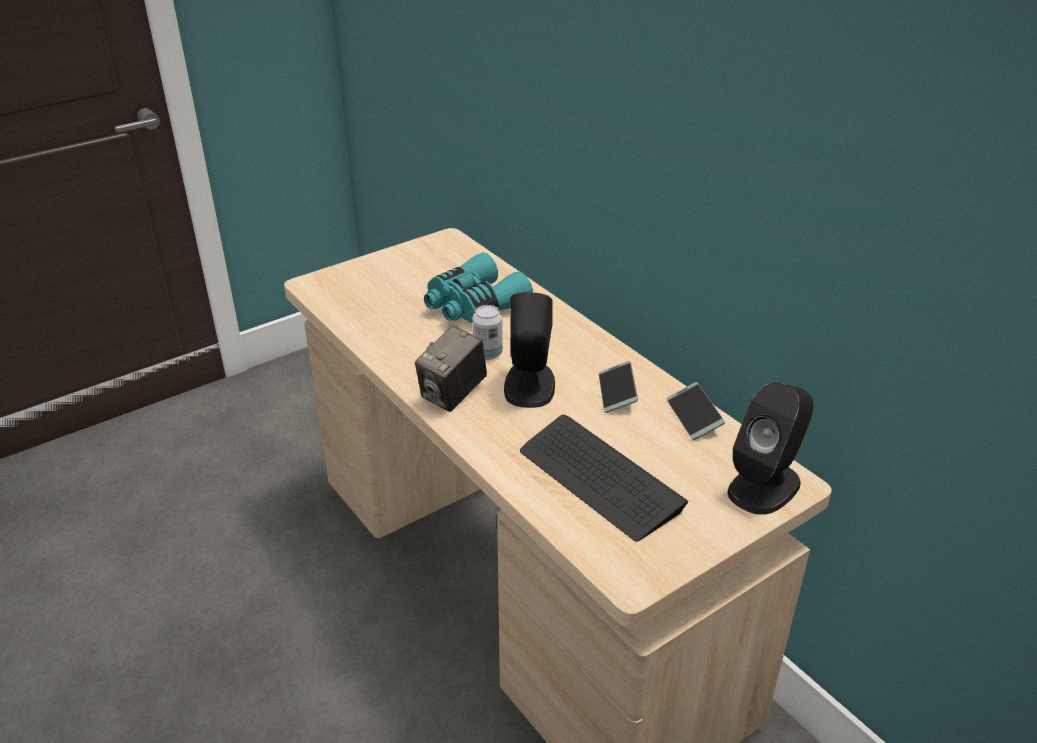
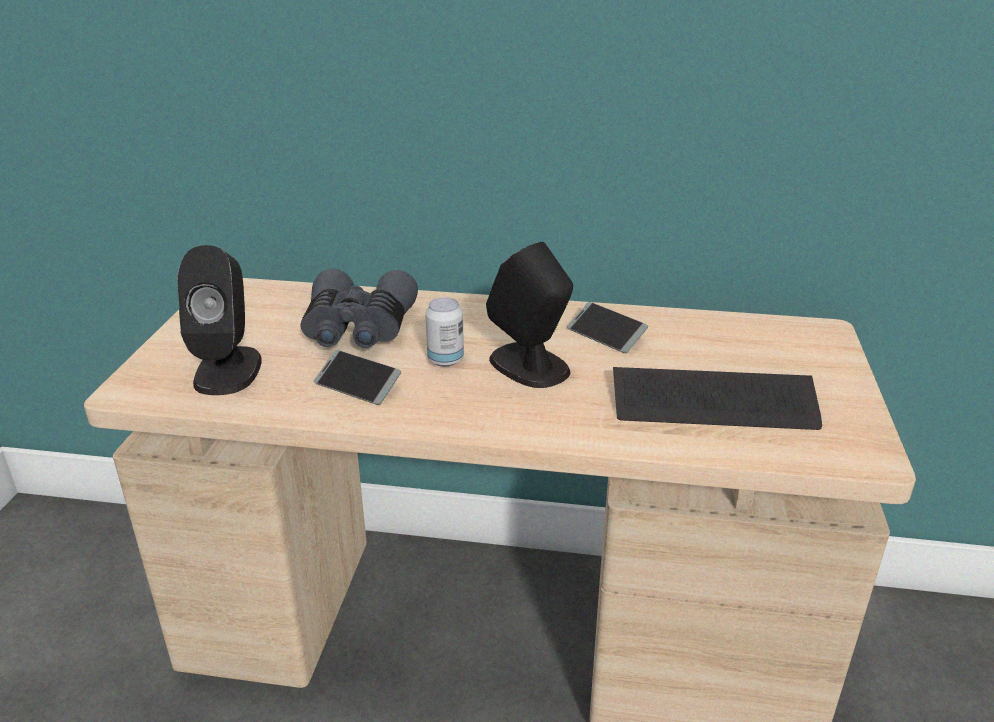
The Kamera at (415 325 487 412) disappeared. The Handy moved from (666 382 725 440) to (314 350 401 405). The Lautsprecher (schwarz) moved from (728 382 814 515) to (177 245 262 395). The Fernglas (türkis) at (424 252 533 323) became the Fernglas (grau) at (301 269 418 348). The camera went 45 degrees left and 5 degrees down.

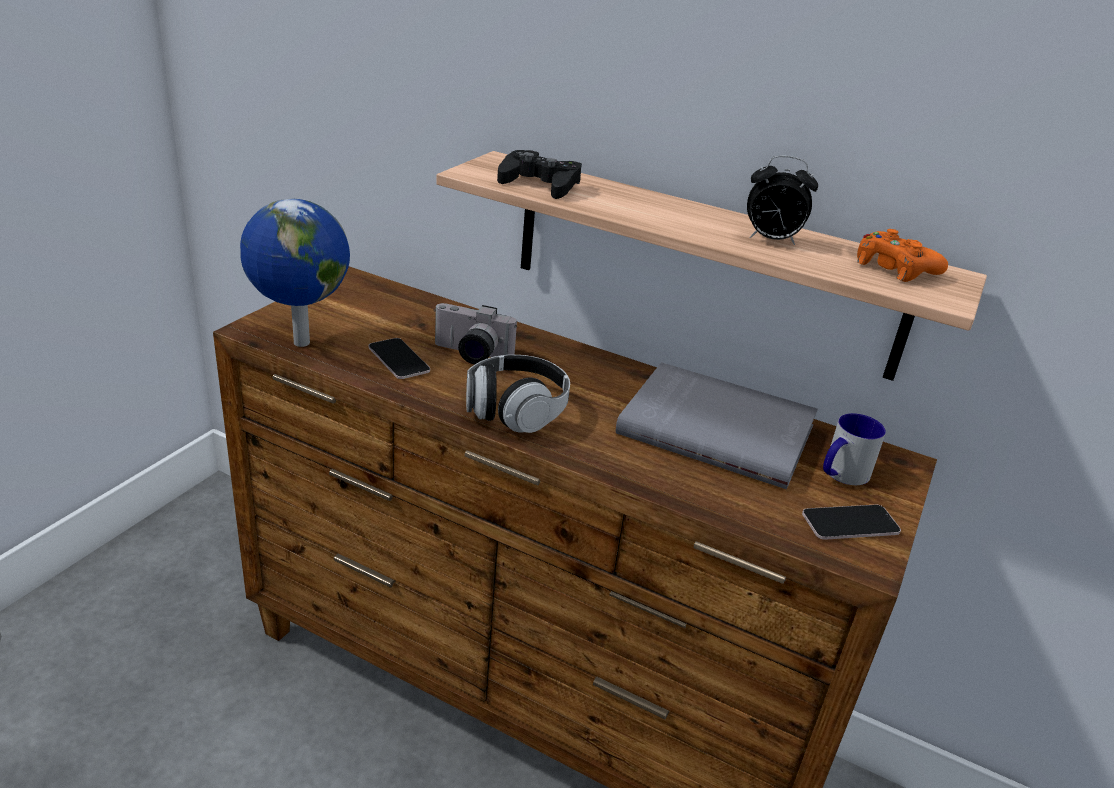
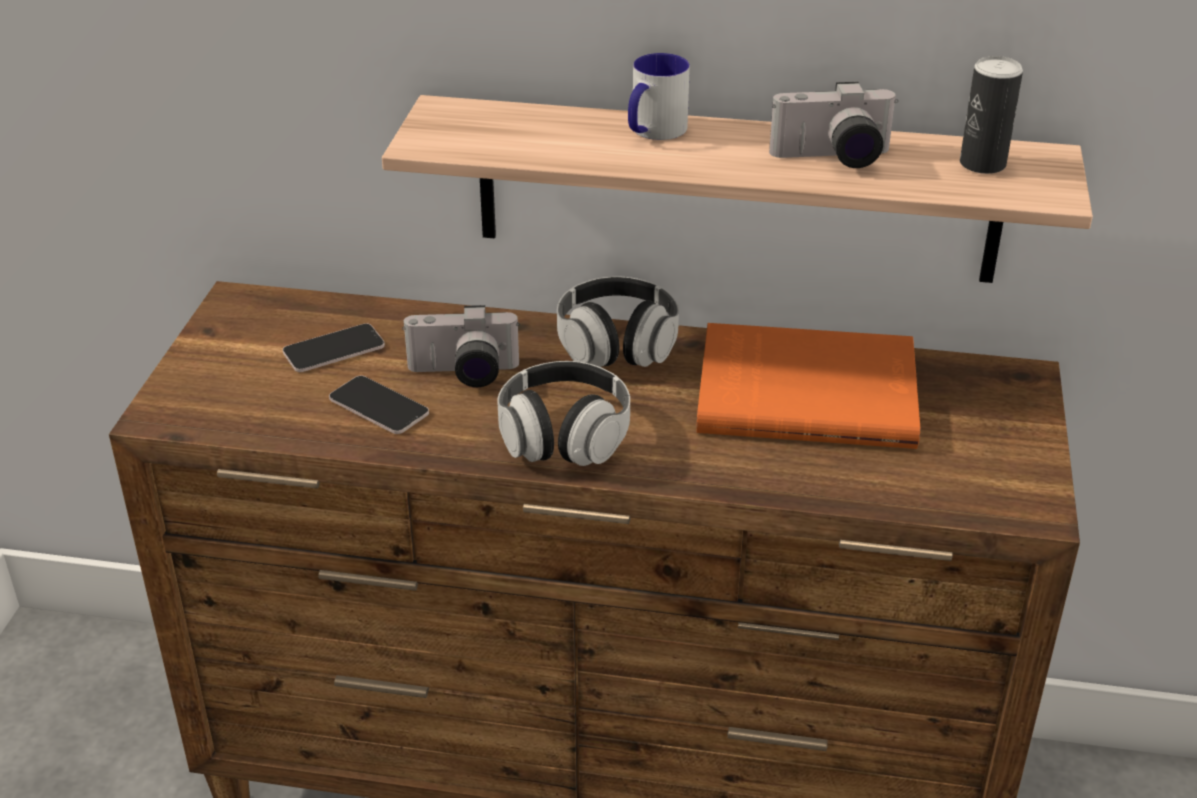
The Globus at (240 199 350 347) disappeared. The Gamepad (schwarz) at (497 150 582 199) disappeared. The Kopfhörer at (557 276 679 367) appeared. The Handy moved from (802 505 901 540) to (283 323 385 372). The Henkelbecher moved from (823 413 886 485) to (628 53 690 140). The Wecker at (747 156 818 245) was replaced by the Kamera at (769 82 898 168). The Gamepad (orange) at (857 229 948 282) was replaced by the Dose at (960 56 1023 174). The Buch (grau) at (616 362 818 489) became the Buch (orange) at (696 323 920 449). The camera went 15 degrees left and 5 degrees up.

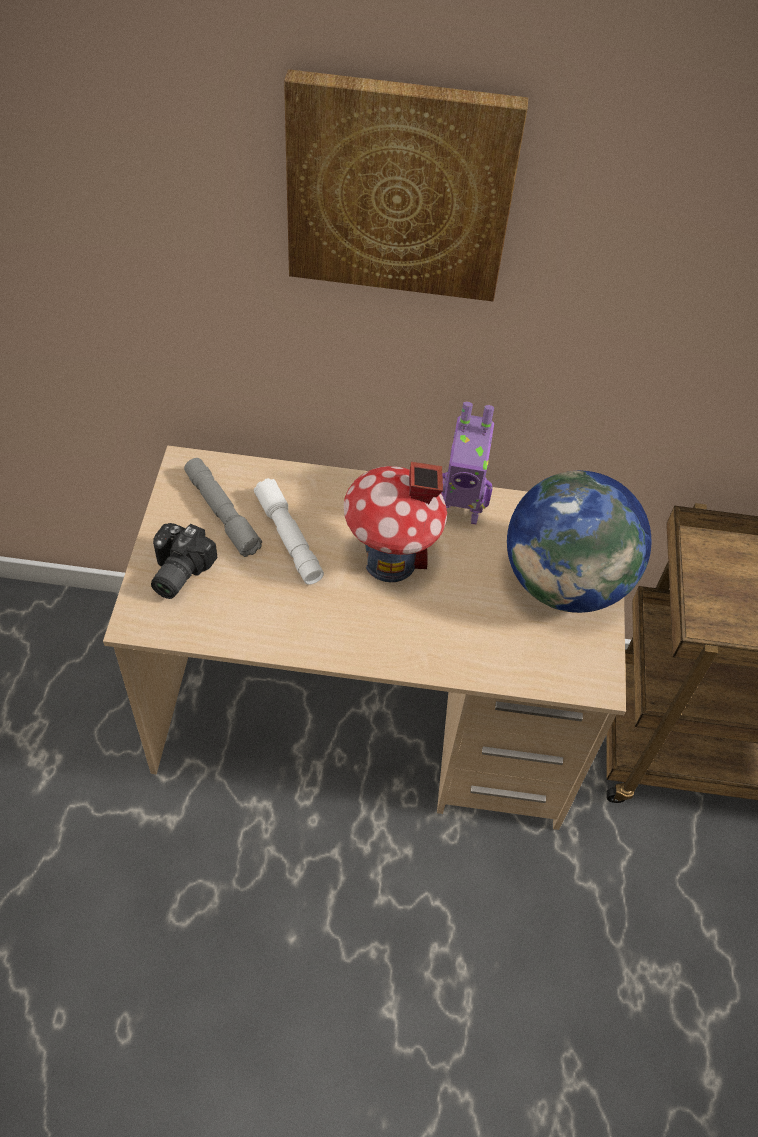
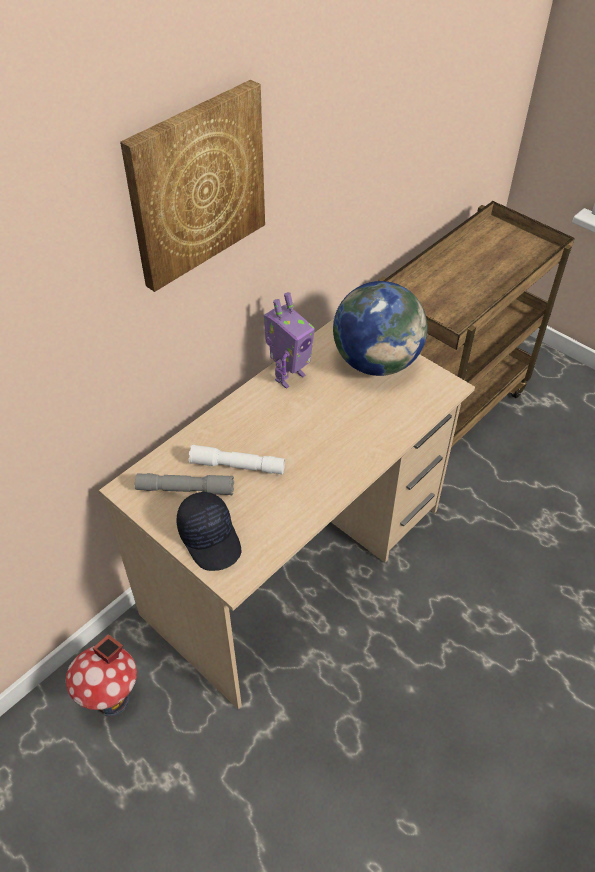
The Spielzeughaus moved from (344 461 447 582) to (66 634 137 717). The Kamera at (151 523 217 599) was replaced by the Kappe (schwarz) at (177 491 242 571). The camera went 50 degrees left and 5 degrees down.

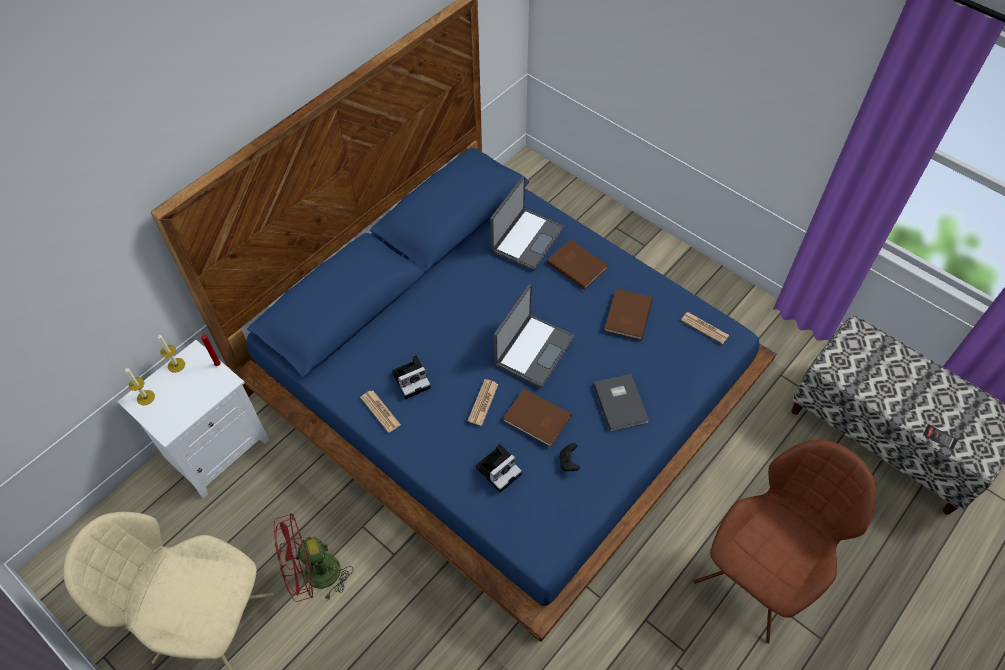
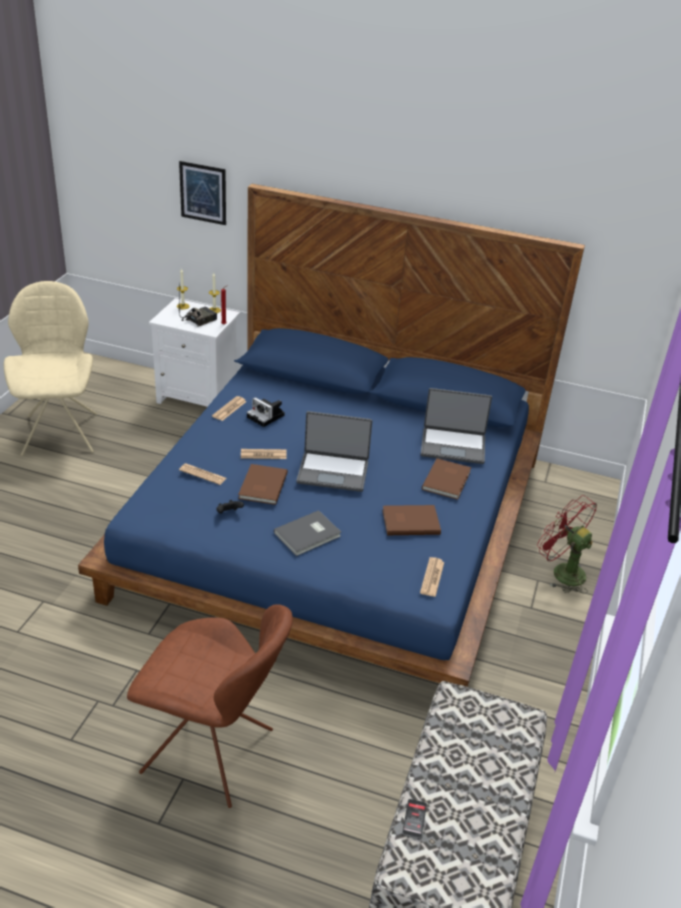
The Bild at (179 161 226 225) appeared. The Radio at (179 292 217 326) appeared. The Ventilator (rot) moved from (274 513 353 602) to (537 495 597 594). The Kamera at (476 444 522 492) was replaced by the Zeitung at (179 463 226 485). The camera went 65 degrees right and 20 degrees down.

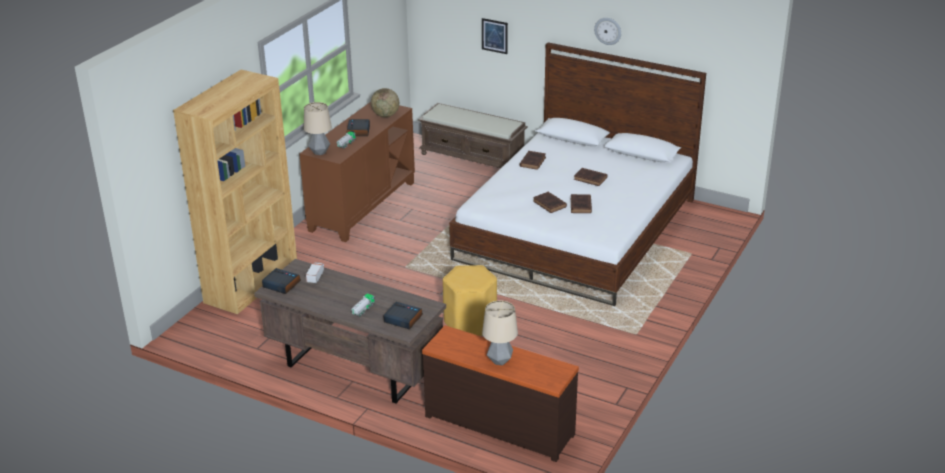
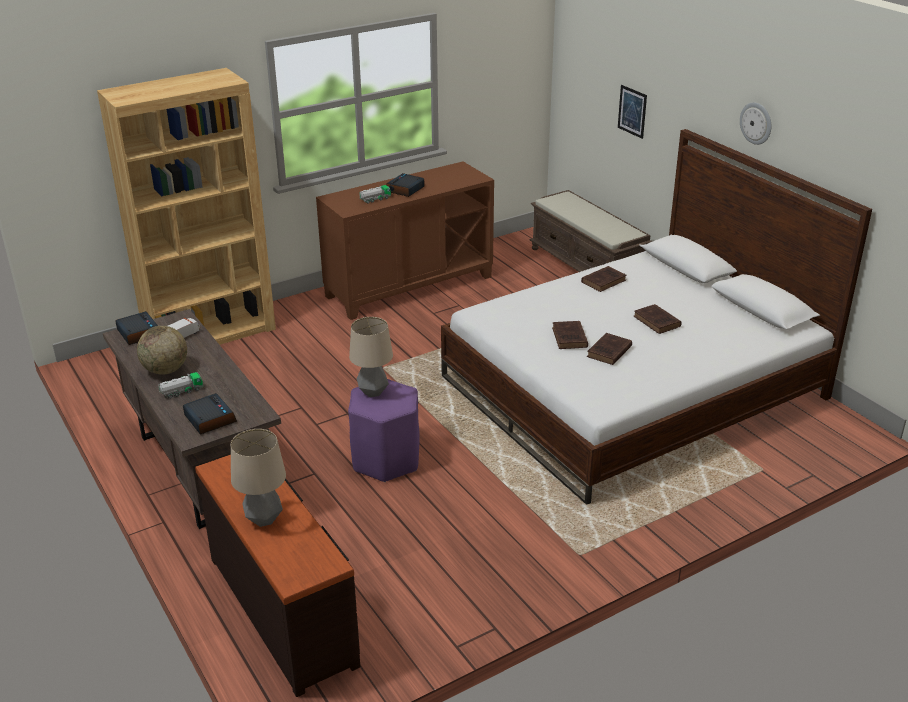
The Tischlampe moved from (304 102 332 155) to (349 317 393 397). The Globus moved from (371 88 399 117) to (137 326 187 375). The Hocker (gelb) at (443 265 497 336) became the Hocker (lila) at (348 379 420 482). The camera went 30 degrees right and 0 degrees up.

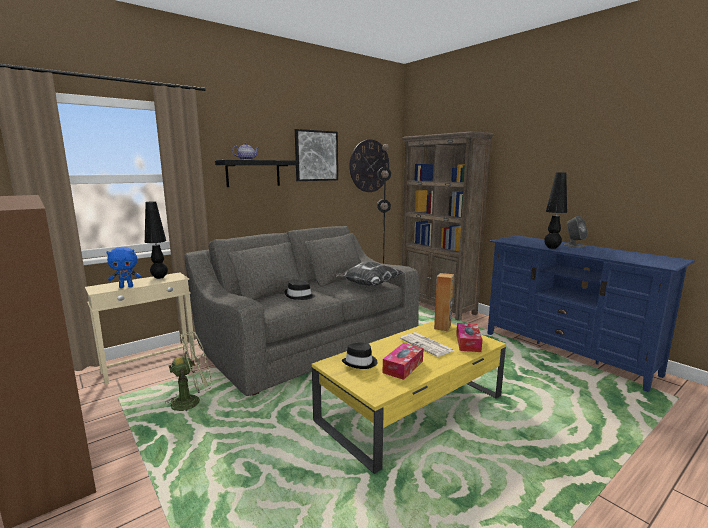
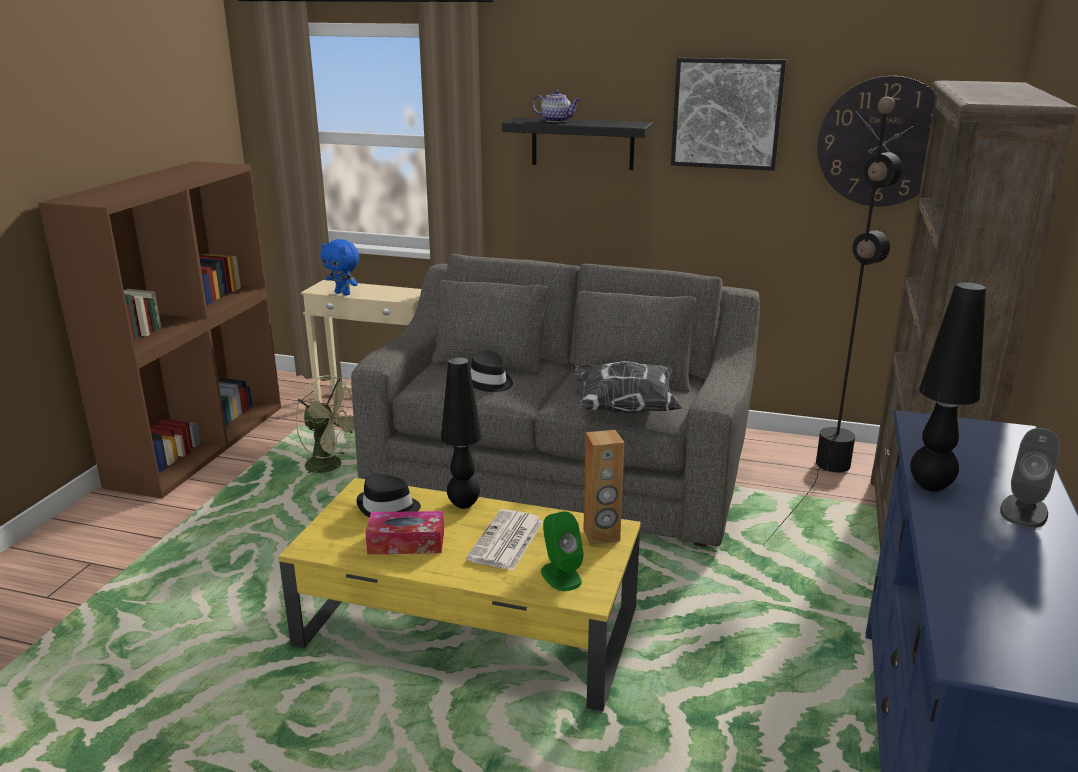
The Tischlampe (schwarz) moved from (145 201 168 279) to (441 357 482 509). The Taschentuchbox at (456 323 482 352) was replaced by the Lautsprecher (grün) at (541 512 584 591). The camera went 55 degrees right and 10 degrees up.

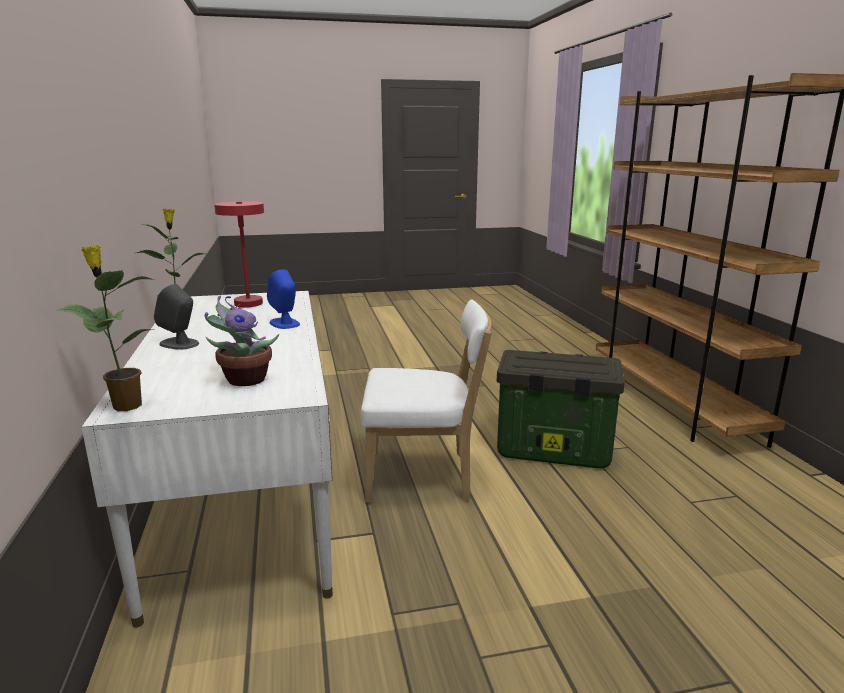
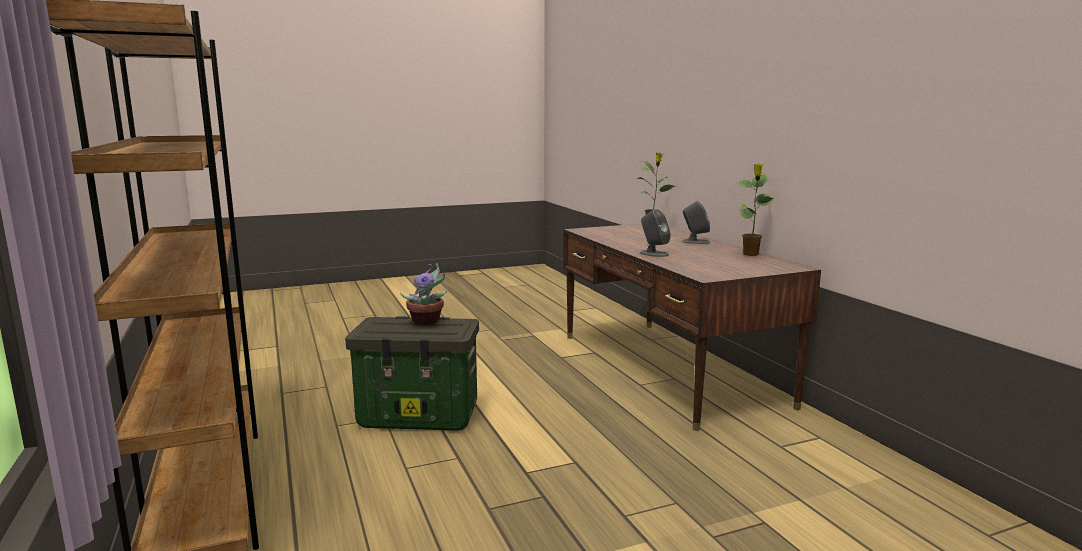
The Tischlampe (rot) at (214 201 264 316) disappeared. The Stuhl (weiß) at (360 299 492 503) disappeared. The Topfpflanze moved from (205 295 279 386) to (400 263 448 325). The Schreibtisch (weiß) at (82 291 333 628) became the Schreibtisch (braun) at (563 224 821 431). The Lautsprecher (blau) at (267 269 300 329) became the Lautsprecher (grau) at (640 209 671 257). The camera went 170 degrees right and 5 degrees down.

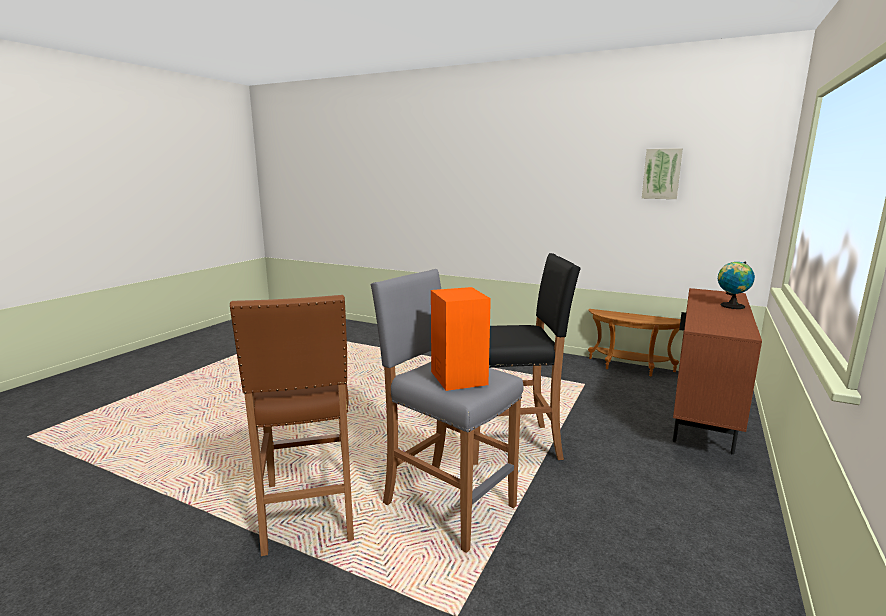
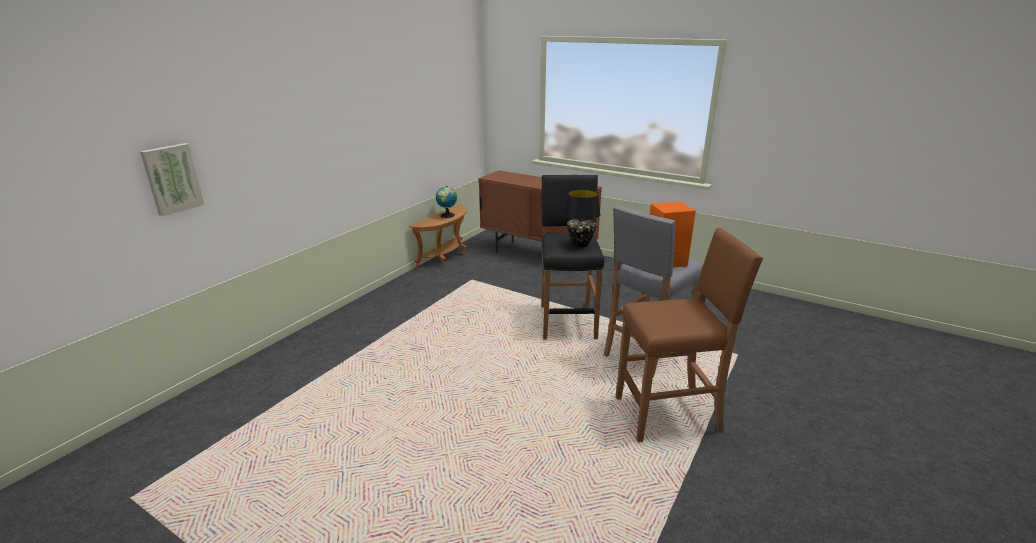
The Tischlampe (schwarz) at (564 189 601 247) appeared. The Bild moved from (642 148 683 199) to (140 143 204 216). The Globus moved from (718 262 755 309) to (436 186 457 218). The camera went 85 degrees left and 10 degrees up.

